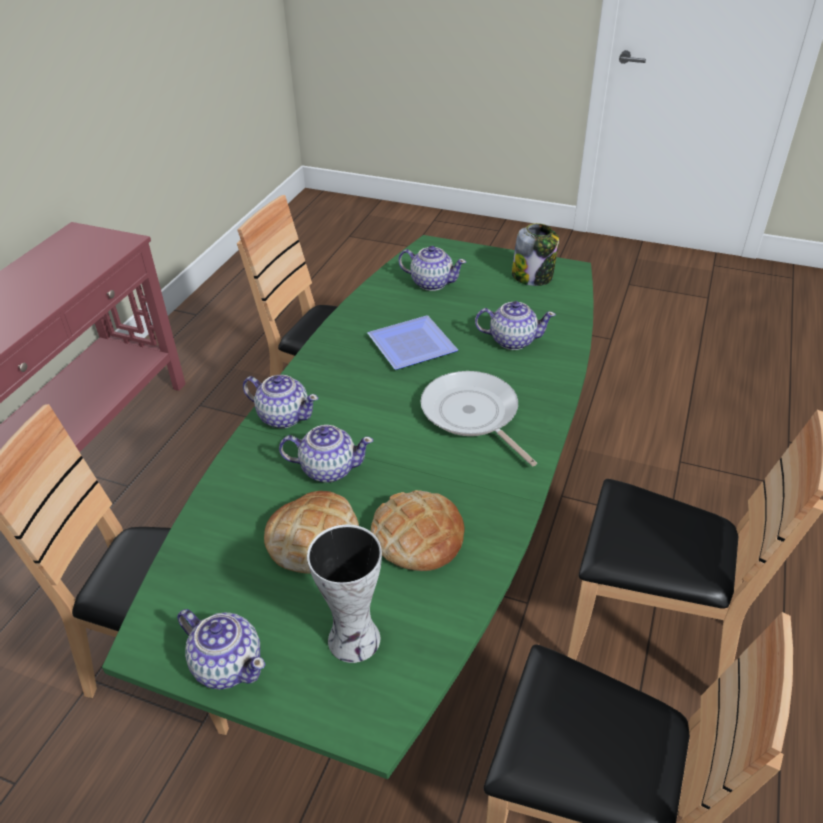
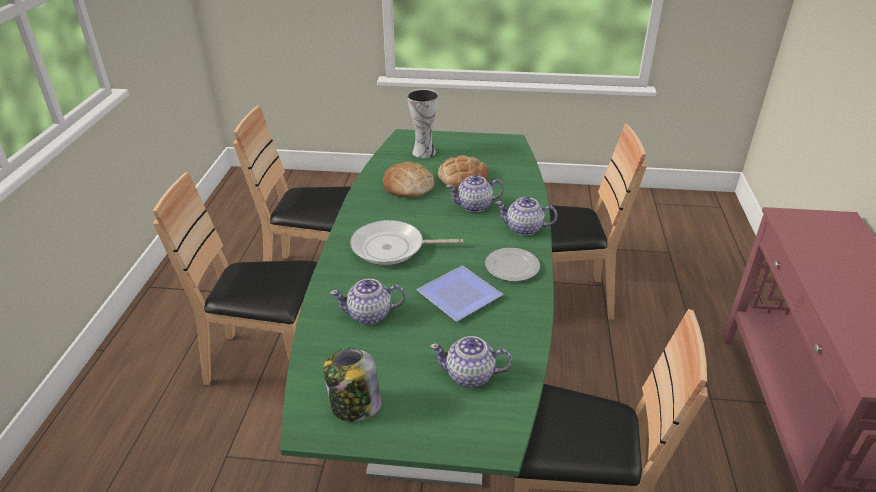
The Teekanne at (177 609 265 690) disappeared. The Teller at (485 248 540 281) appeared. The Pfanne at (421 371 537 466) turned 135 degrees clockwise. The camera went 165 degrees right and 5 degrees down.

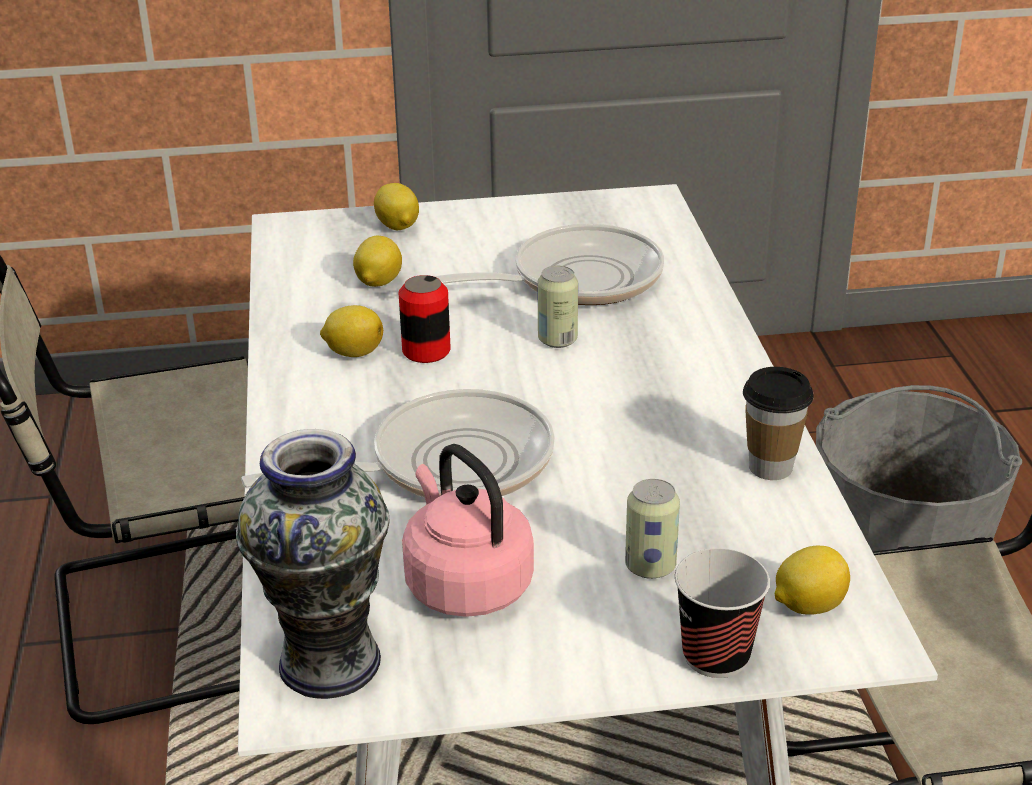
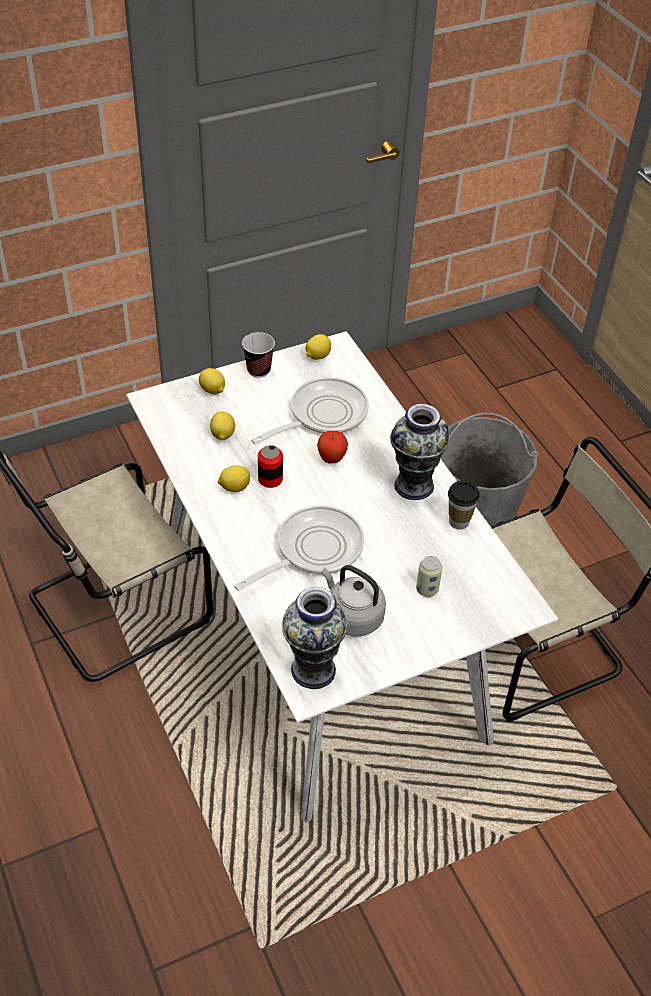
The Vase at (390 404 449 500) appeared. The Tasse moved from (675 548 770 678) to (242 332 275 378). The Zitrone moved from (775 546 850 615) to (306 334 331 360). The Dose at (537 265 578 348) was replaced by the Apfel at (317 431 348 464). The Wasserkessel (rosa) at (402 444 534 617) became the Wasserkessel (grau) at (322 565 386 637). The camera went 20 degrees left and 15 degrees up.

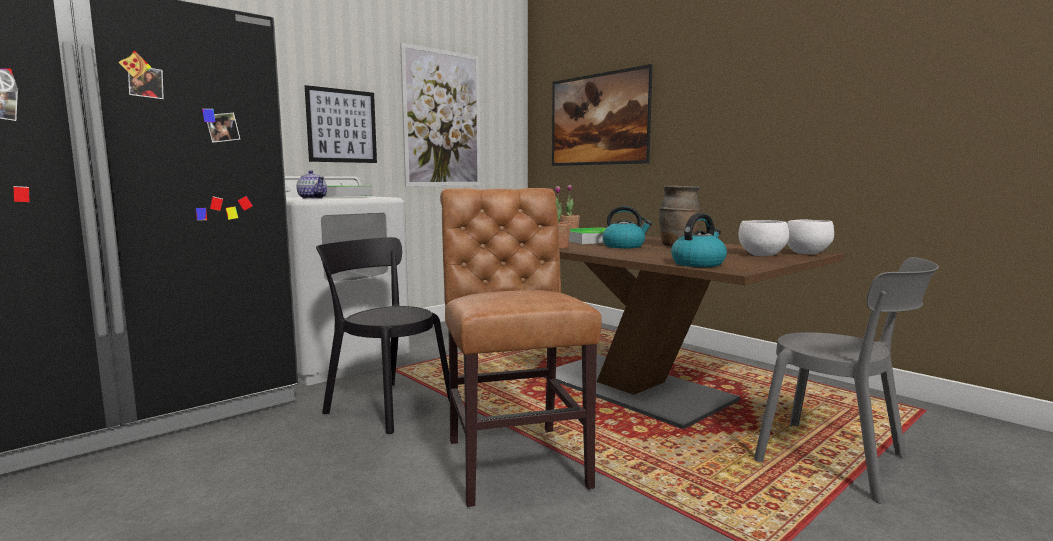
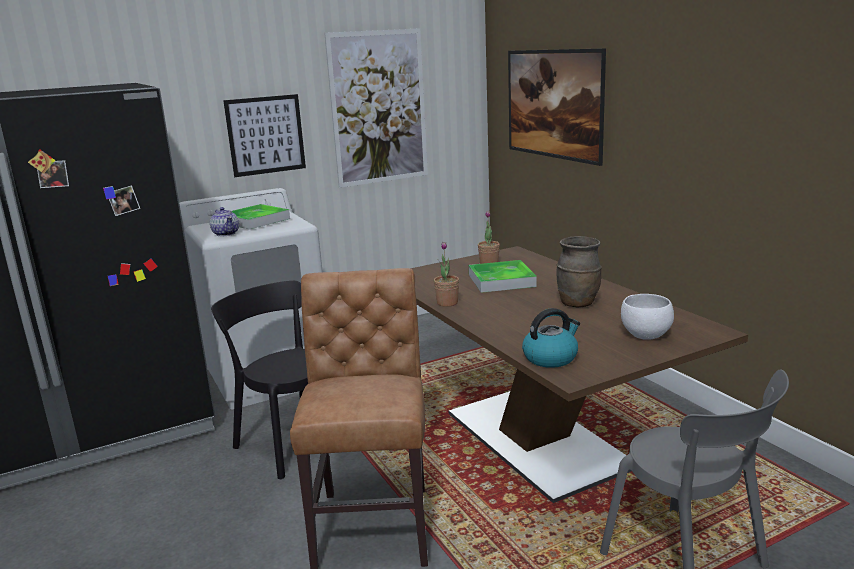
The Wasserkessel at (602 206 652 248) disappeared. The Schüssel (weiß) at (787 220 834 254) disappeared. The camera went 15 degrees right and 10 degrees up.

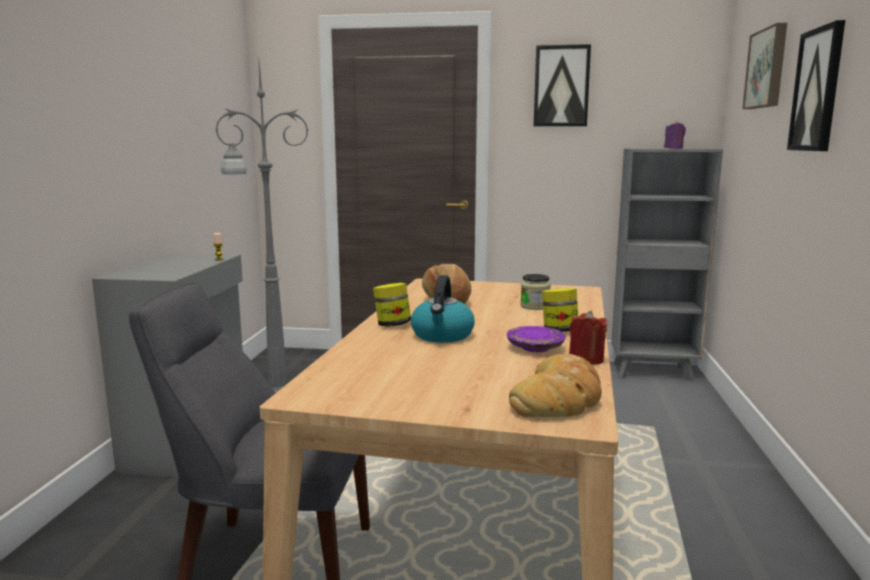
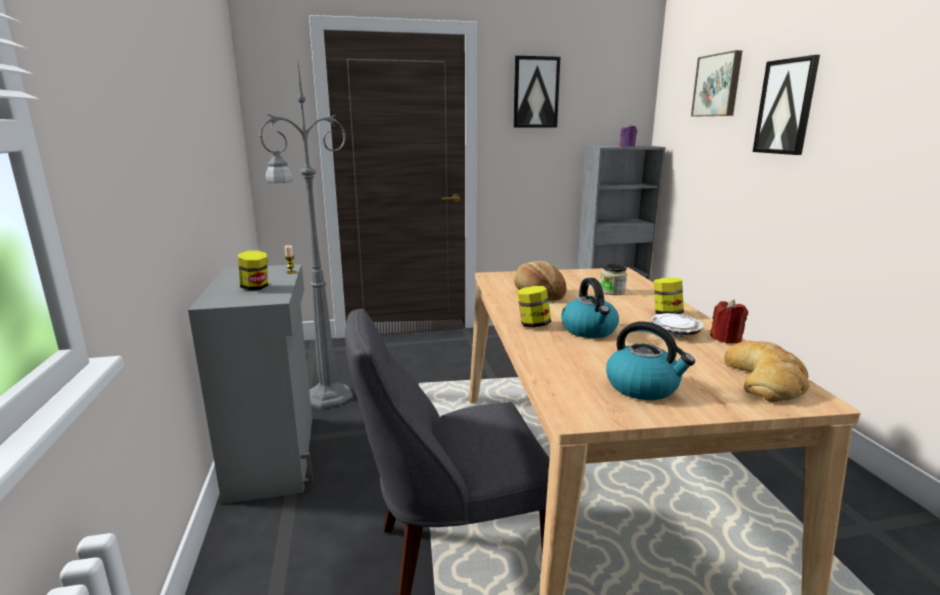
The Vorratsglas at (238 250 268 290) appeared. The Wasserkessel at (606 321 695 400) appeared. The Teller (lila) at (507 326 566 352) became the Teller (weiß) at (651 313 704 337). The camera went 20 degrees left and 5 degrees up.

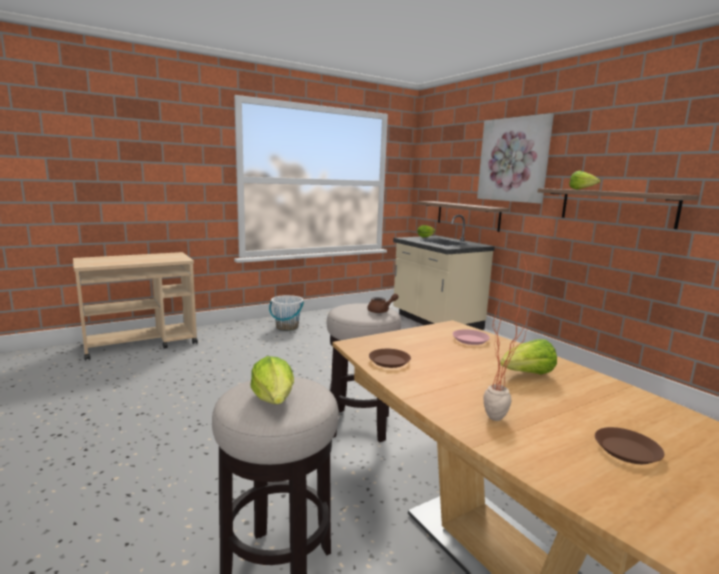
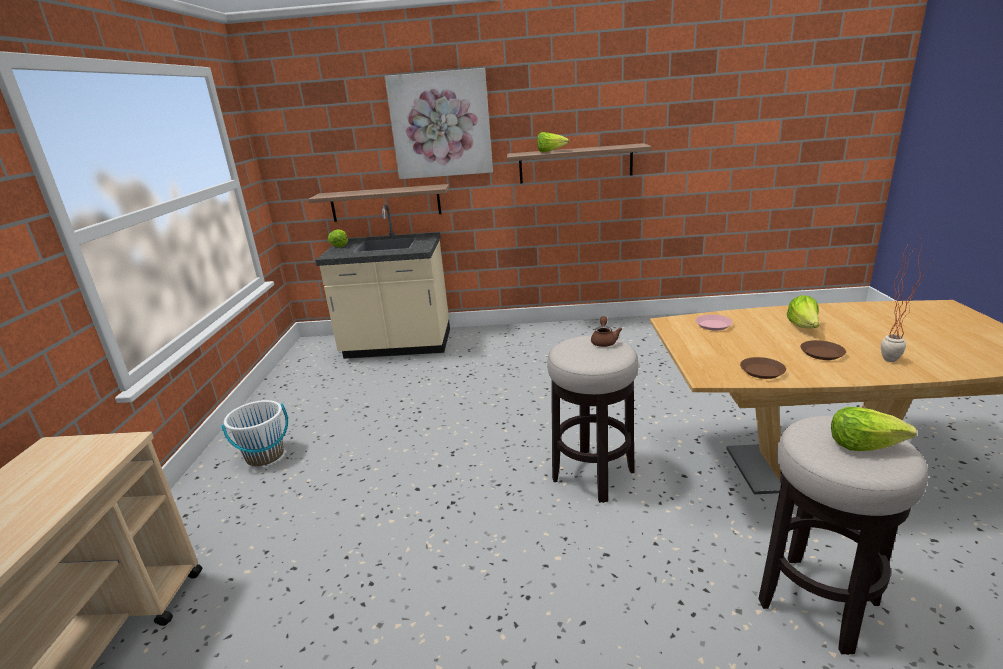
The Teller (braun) moved from (595 427 664 464) to (800 340 846 360). The camera went 55 degrees left and 10 degrees up.

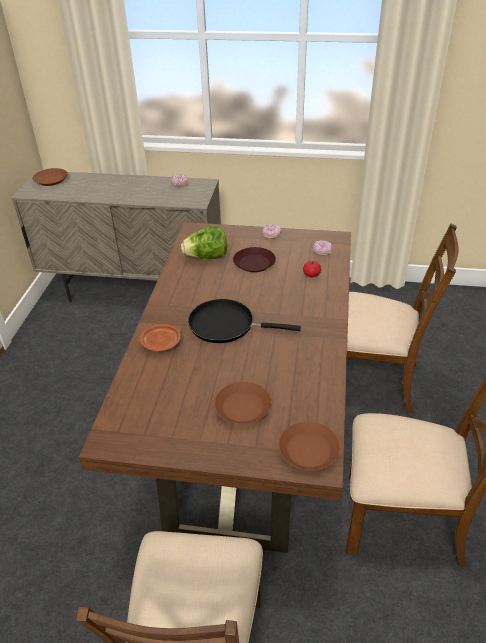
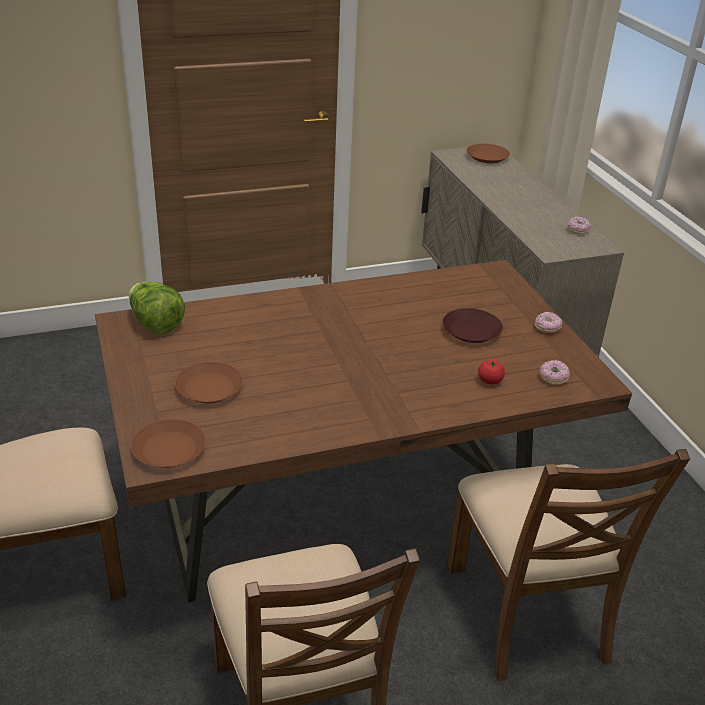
The Teller (braun) at (139 324 181 351) disappeared. The Pfanne (schwarz) at (188 299 301 343) disappeared. The Salatkopf moved from (181 226 227 259) to (129 281 185 335). The camera went 60 degrees right and 5 degrees down.

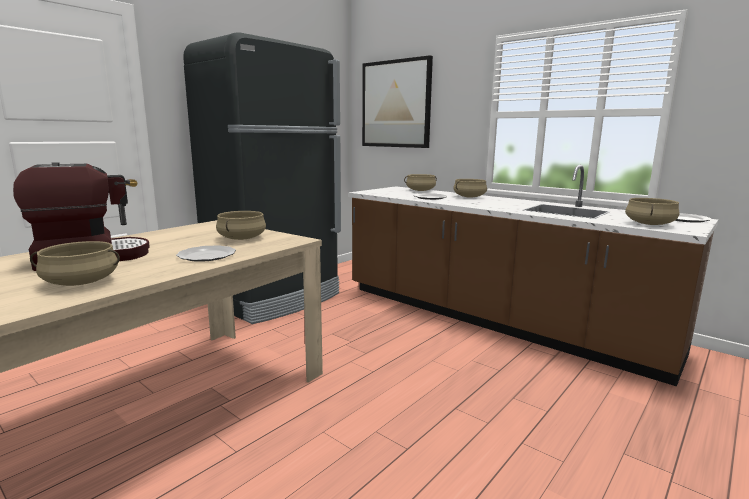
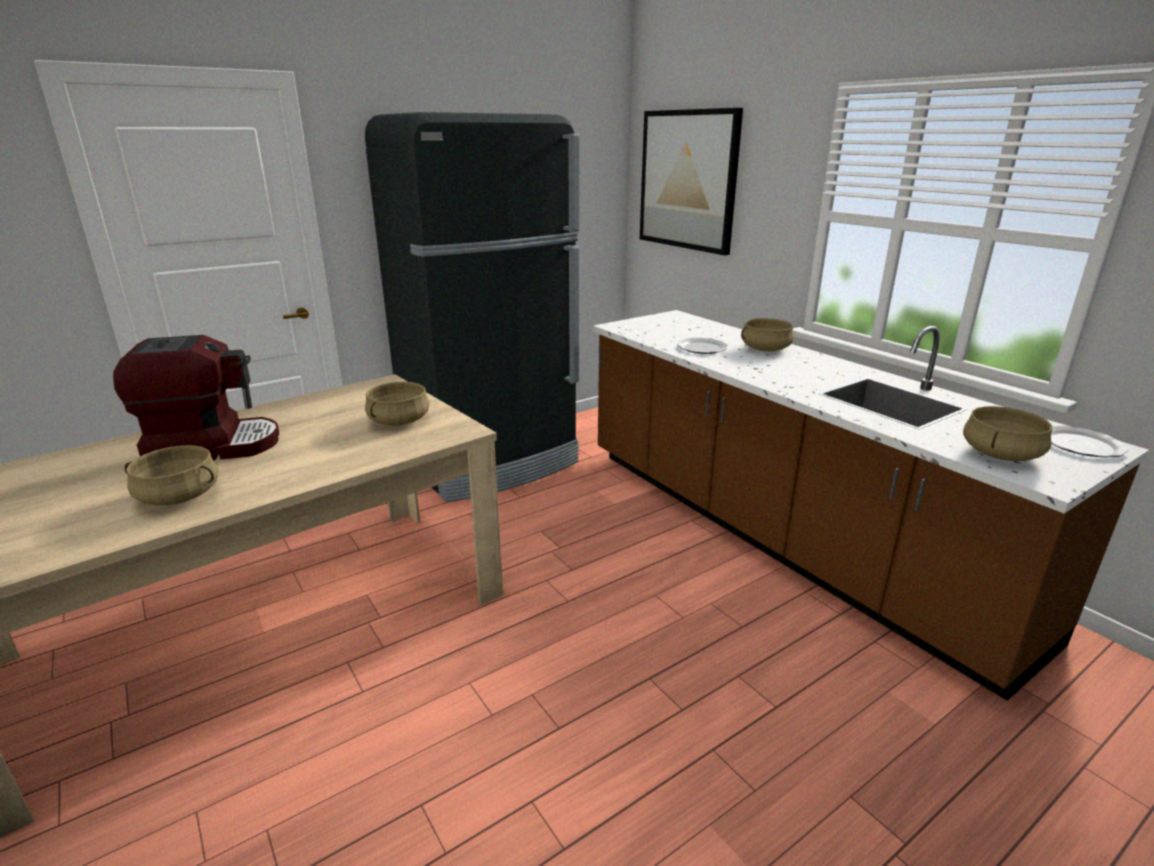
The Teller at (176 245 236 262) disappeared. The Kochtopf (beige) at (404 174 437 191) disappeared. The camera went 15 degrees right and 10 degrees up.

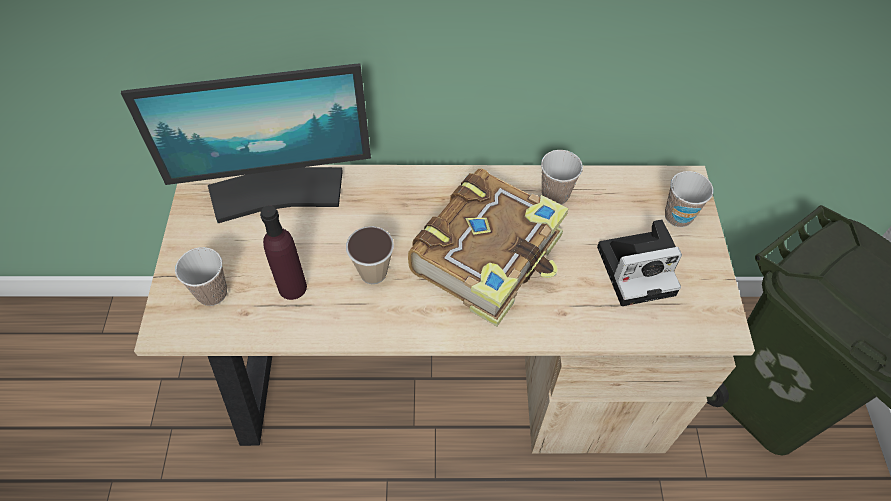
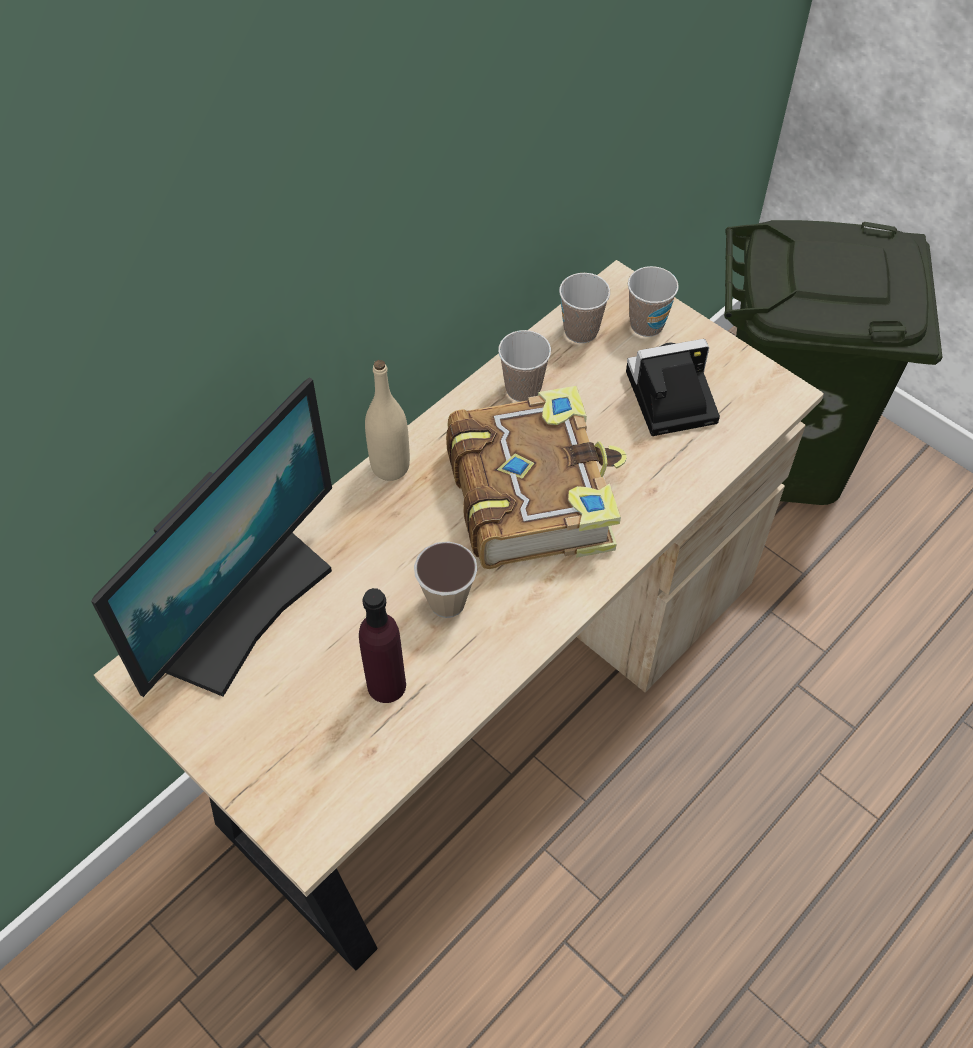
The Flasche (beige) at (365 360 410 481) appeared. The Tasse moved from (175 247 227 306) to (559 273 610 343). The Kamera at (597 220 682 306) turned 135 degrees counterclockwise. The camera went 45 degrees left and 0 degrees up.

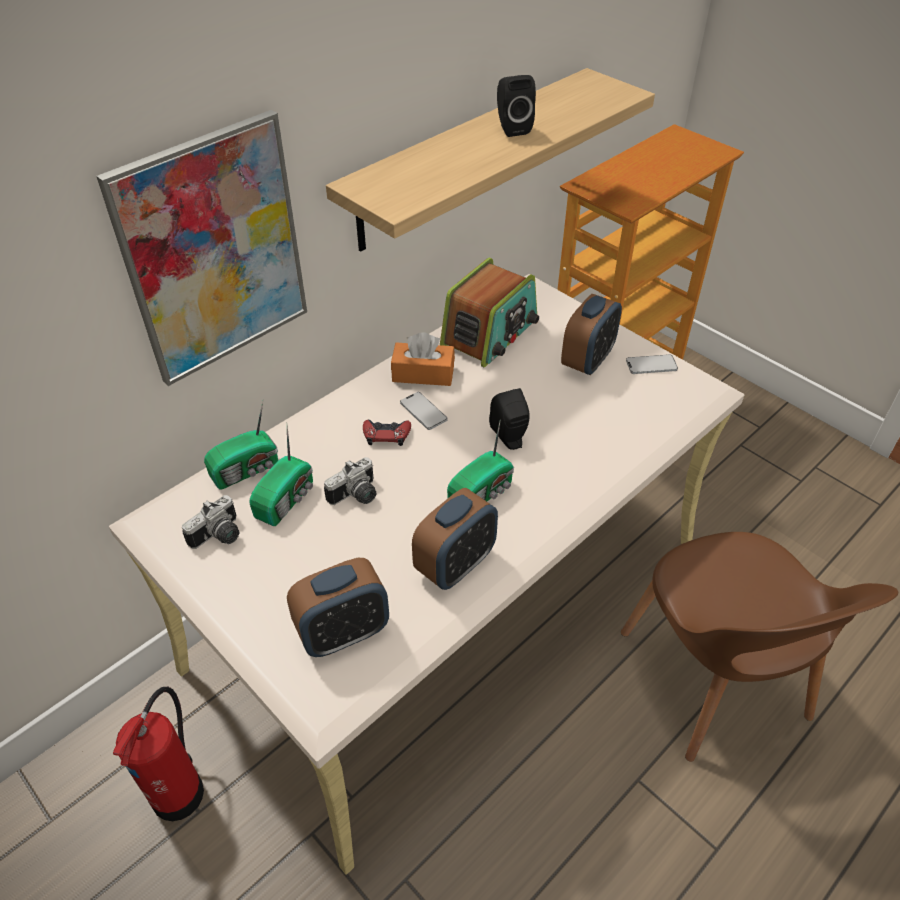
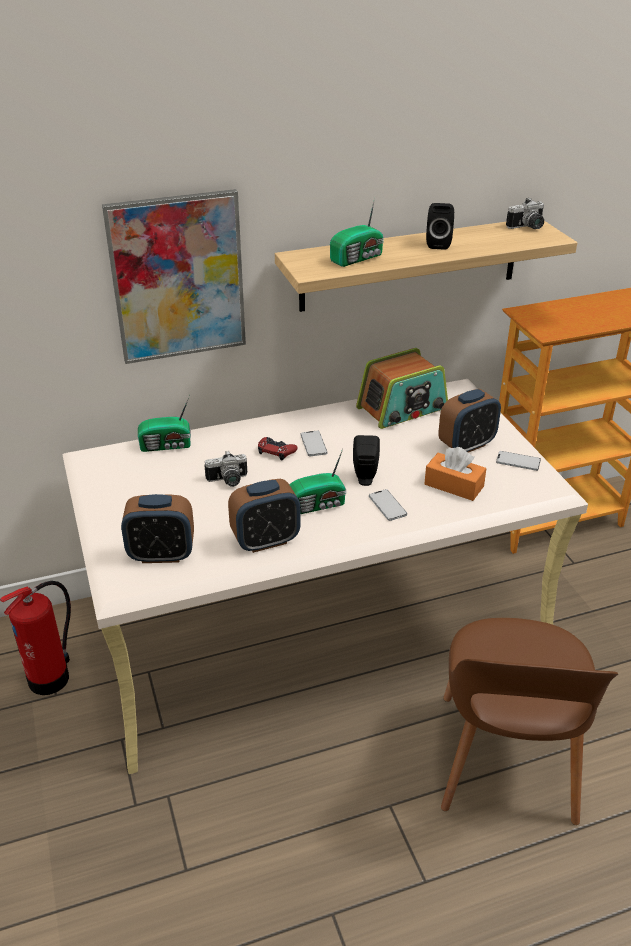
The Handy at (369 489 407 521) appeared. The Kamera moved from (182 495 239 549) to (506 198 544 229). The Radio moved from (249 425 313 526) to (330 198 384 267). The Taschentuchbox (orange) moved from (391 332 455 386) to (424 447 487 501). The camera went 25 degrees right and 10 degrees down.

